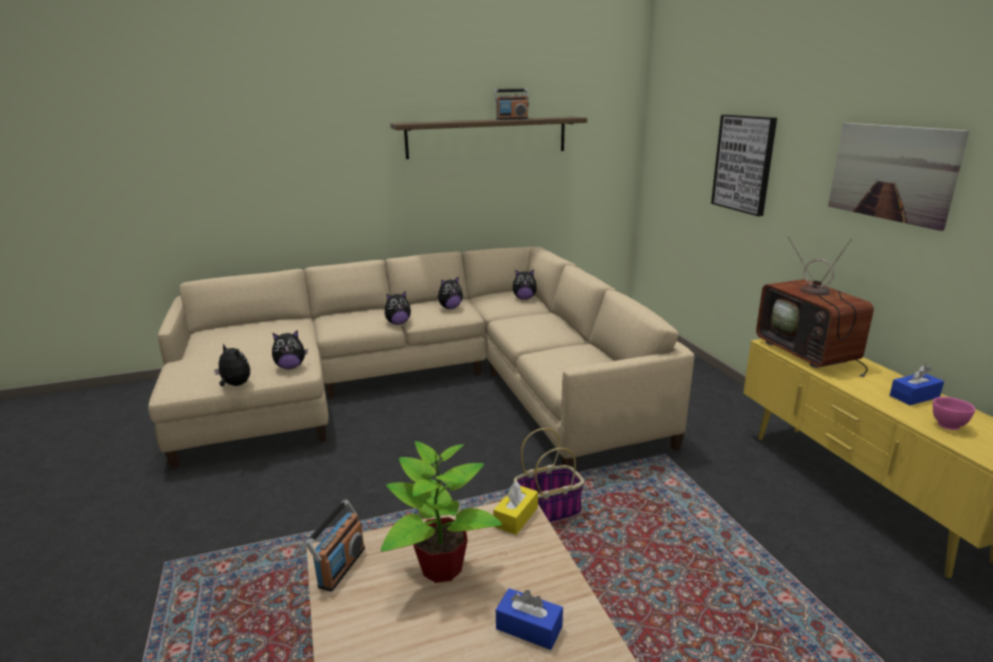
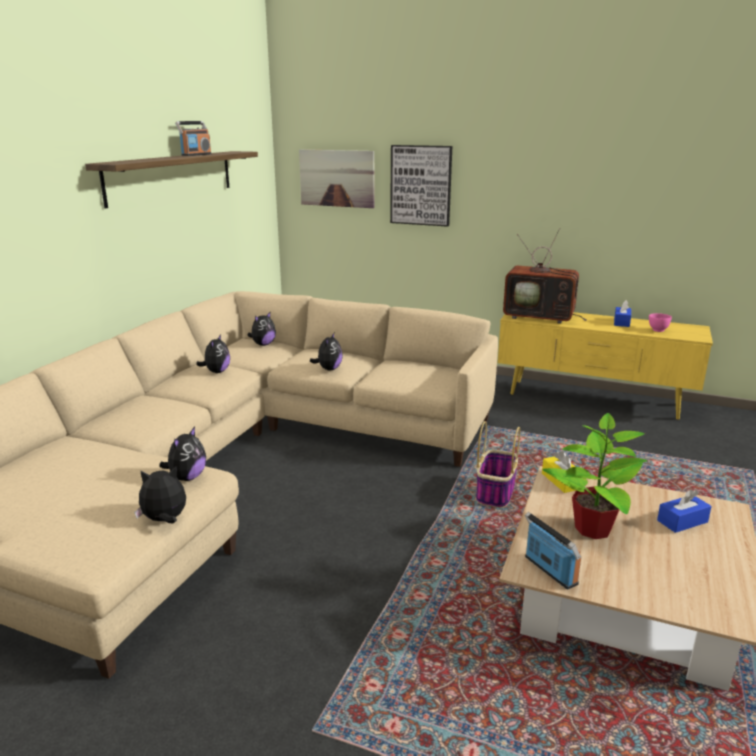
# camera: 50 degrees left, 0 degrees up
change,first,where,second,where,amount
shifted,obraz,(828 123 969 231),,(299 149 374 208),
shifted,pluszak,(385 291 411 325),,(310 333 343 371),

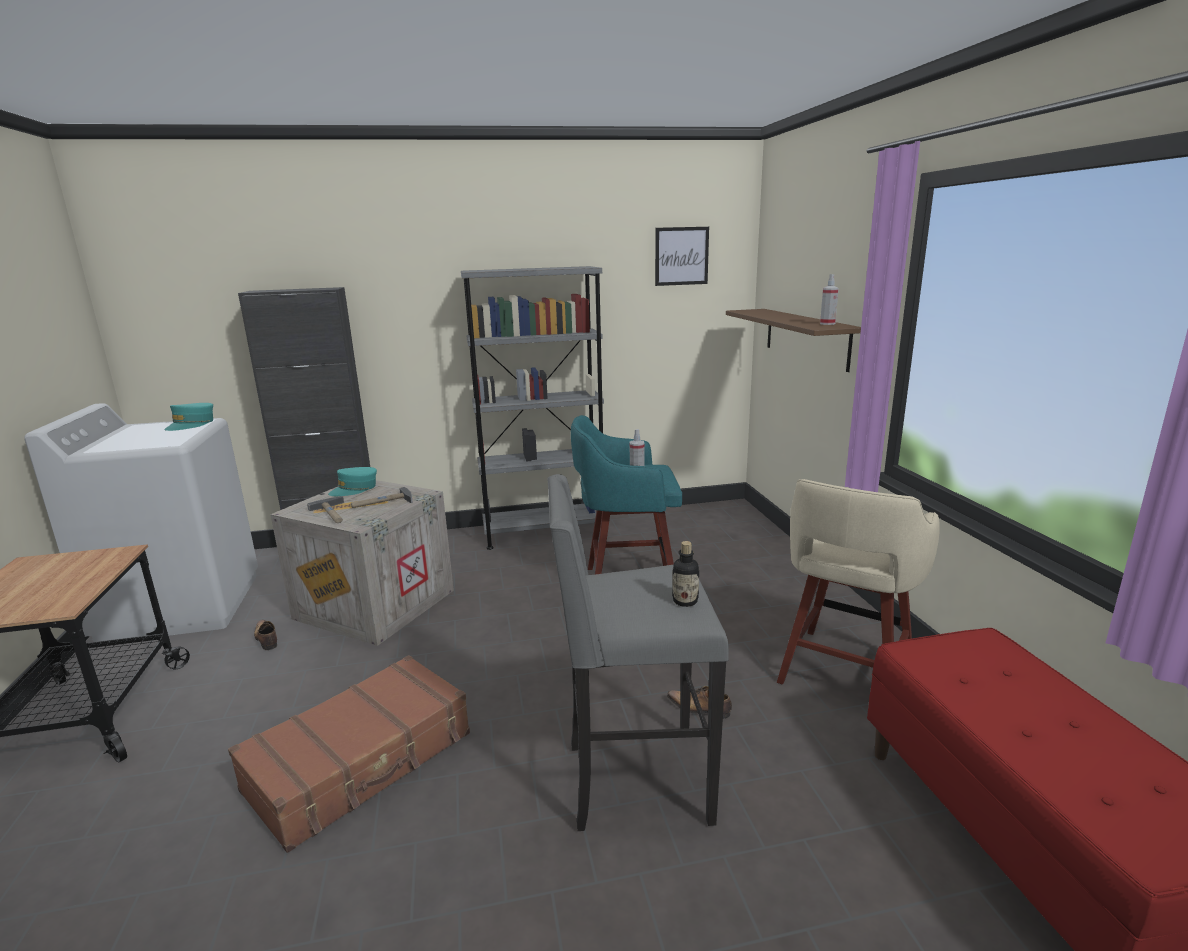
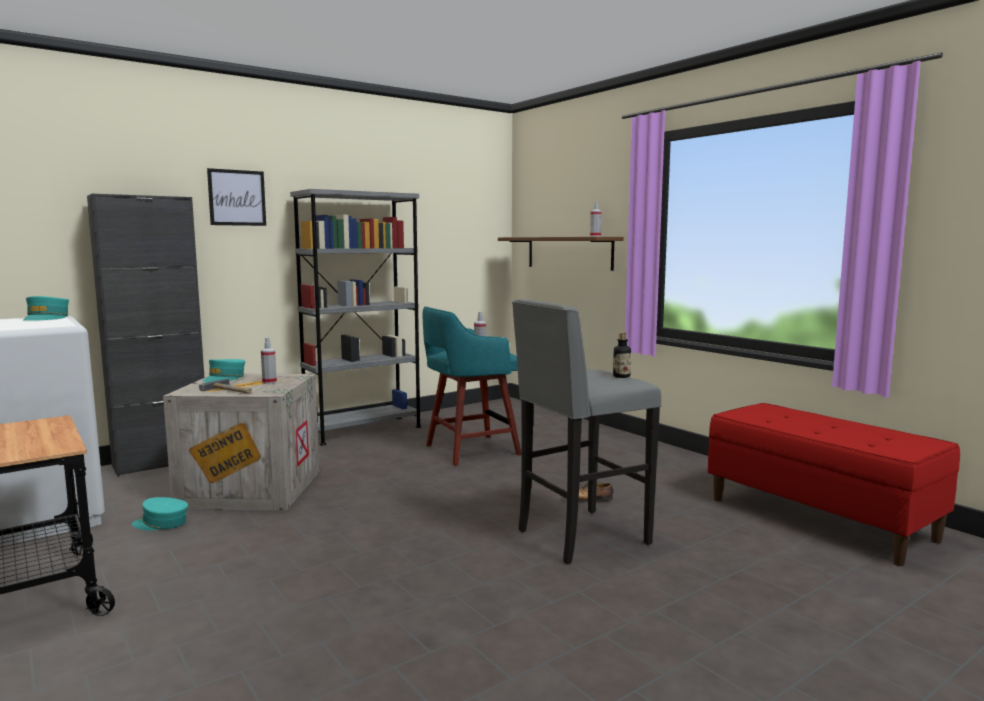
# camera: 25 degrees left, 10 degrees down
change,first,where,second,where,amount
shifted,obraz,(655 227 709 286),,(207 168 266 226),
gone,stołek [beżowy],(777 479 940 684),,,
swapped,młotek,(351 487 413 508),spryskiwacz,(261 337 277 384),
swapped,but,(254 620 277 650),czapka z daszkiem [turkusowy],(132 497 188 530),
gone,walizka [brązowy],(228 655 470 853),,,

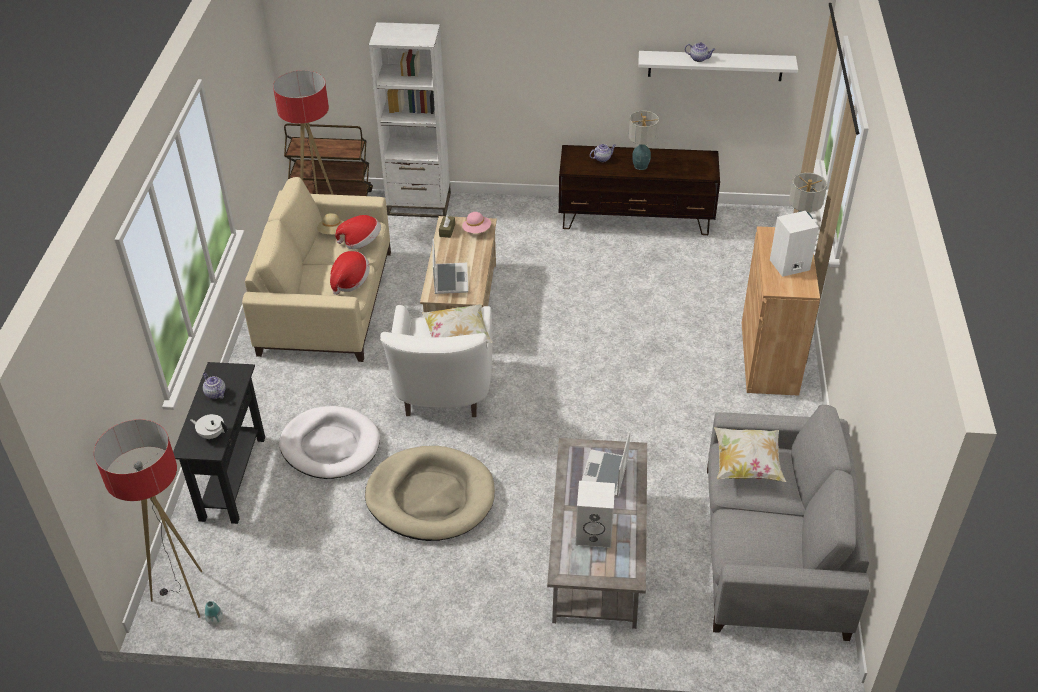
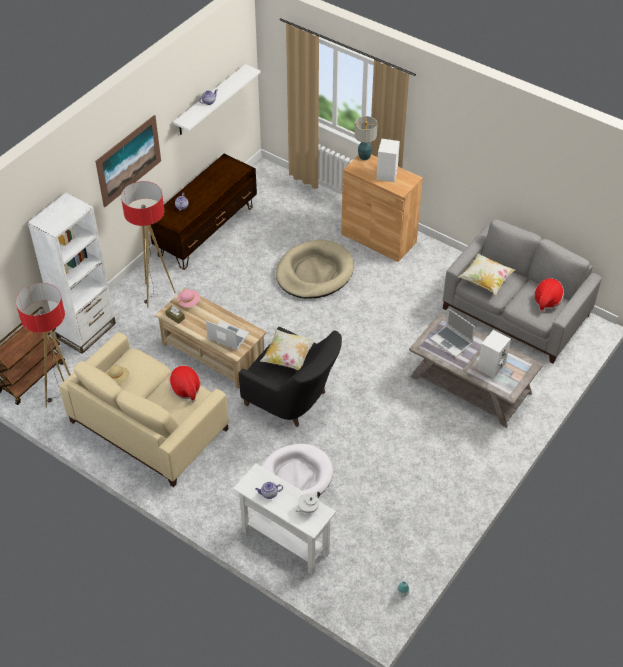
# camera: 60 degrees left, 5 degrees up
change,first,where,second,where,amount
gone,lampa stołowa,(629 111 659 170),,,
shifted,kapelusz,(335 215 381 250),,(534 278 564 312),
repainted,fotel [biały],(380 305 493 417),fotel [czarny],(239 327 342 427),
repainted,stolik konsolowy [czarny],(173 362 265 524),stolik konsolowy [biały],(233 463 336 575),
shifted,lampa stojąca,(94 419 202 618),,(121 181 175 308),
shifted,legowisko [beżowy],(365 446 495 541),,(276 240 354 299),
new,,,obraz,(95 115 161 207),

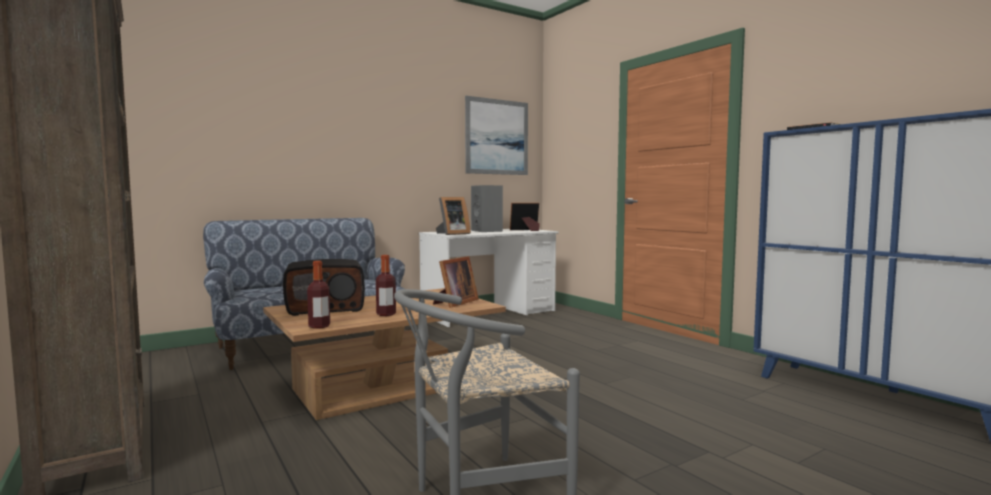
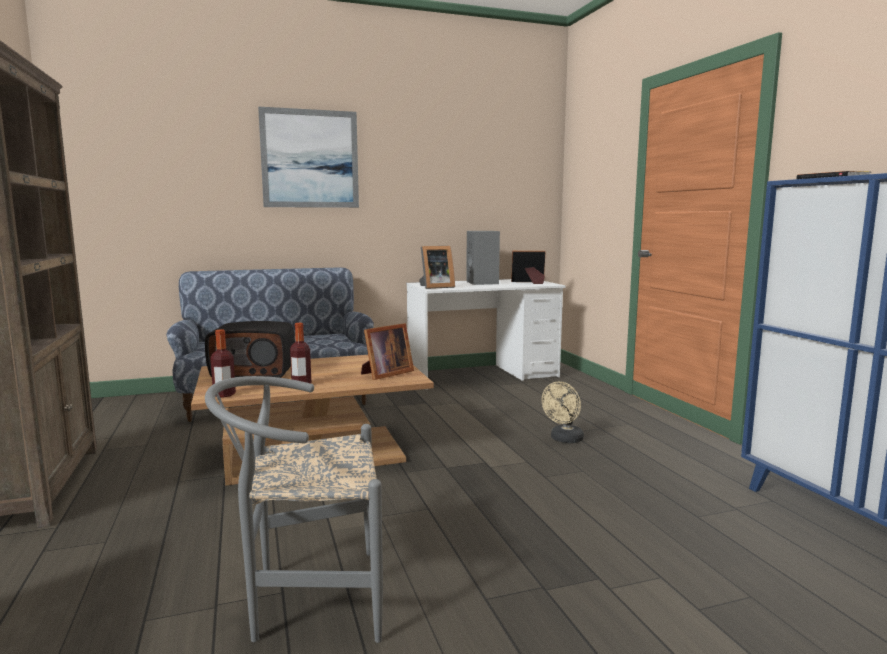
# camera: 15 degrees right, 5 degrees up
change,first,where,second,where,amount
shifted,obraz,(465 96 528 175),,(258 106 359 208),
new,,,wentylator [beżowy],(542 382 584 443),

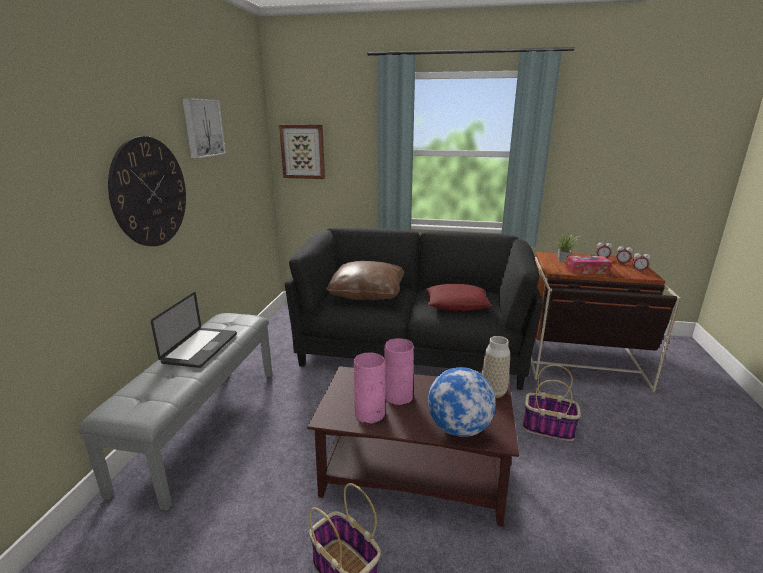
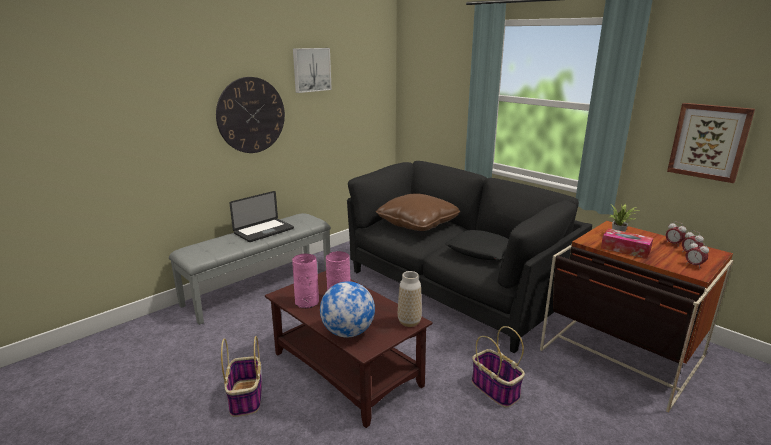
# camera: 35 degrees right, 0 degrees up
change,first,where,second,where,amount
shifted,obraz,(279 125 325 179),,(667 103 755 183),
repainted,poduszka [czerwony],(426 284 492 311),poduszka [czarny],(445 230 509 260),

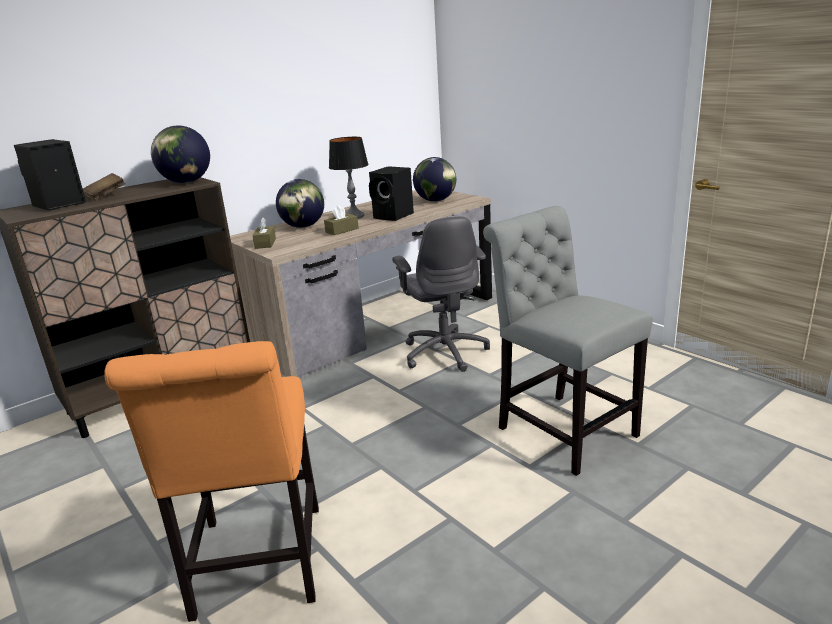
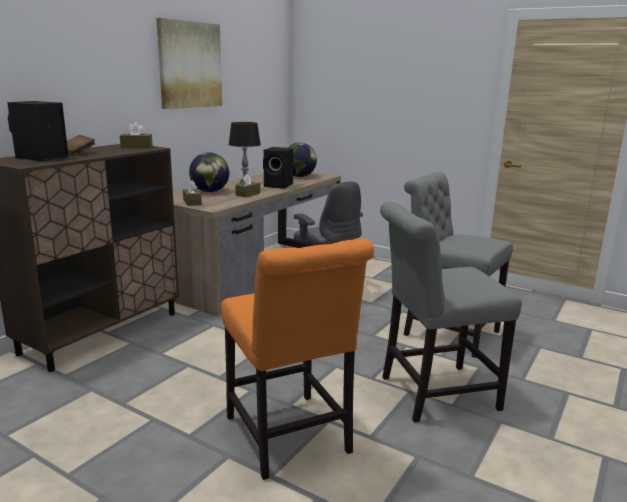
# camera: 20 degrees left, 5 degrees down
change,first,where,second,where,amount
swapped,globus,(151 126 210 183),pudełko chusteczek [brązowy],(120 122 153 148),
new,,,obraz,(156 18 222 109),
new,,,krzesło [szary],(380 201 522 422),

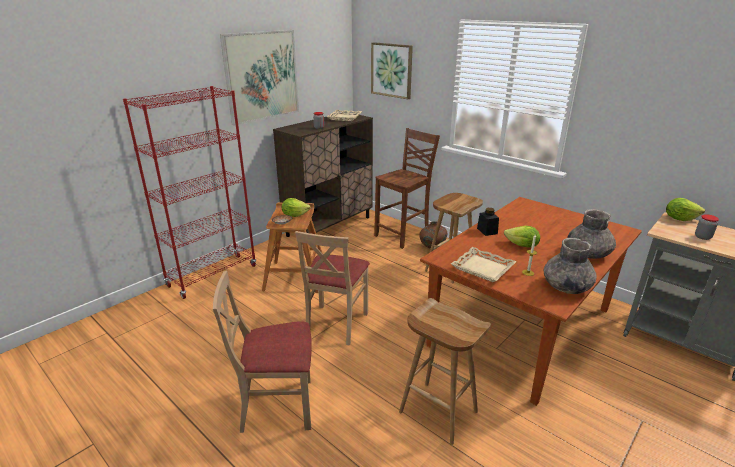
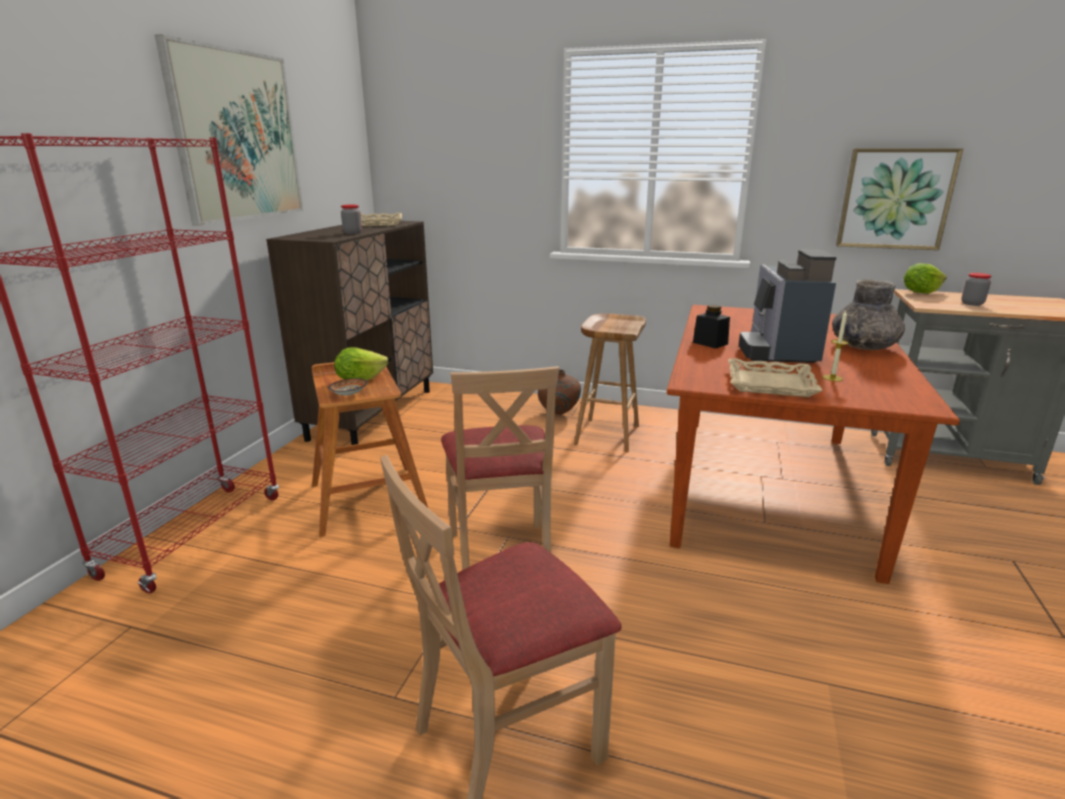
# camera: 25 degrees left, 5 degrees down
change,first,where,second,where,amount
shifted,obraz,(371 42 413 99),,(836 148 963 250),
gone,krzesło [brązowy],(374 128 440 249),,,
swapped,sałata,(504 226 540 248),ekspres do kawy,(739 250 837 363),
gone,wazon [szary],(544 238 597 294),,,
gone,stołek [brązowy],(399 298 491 445),,,

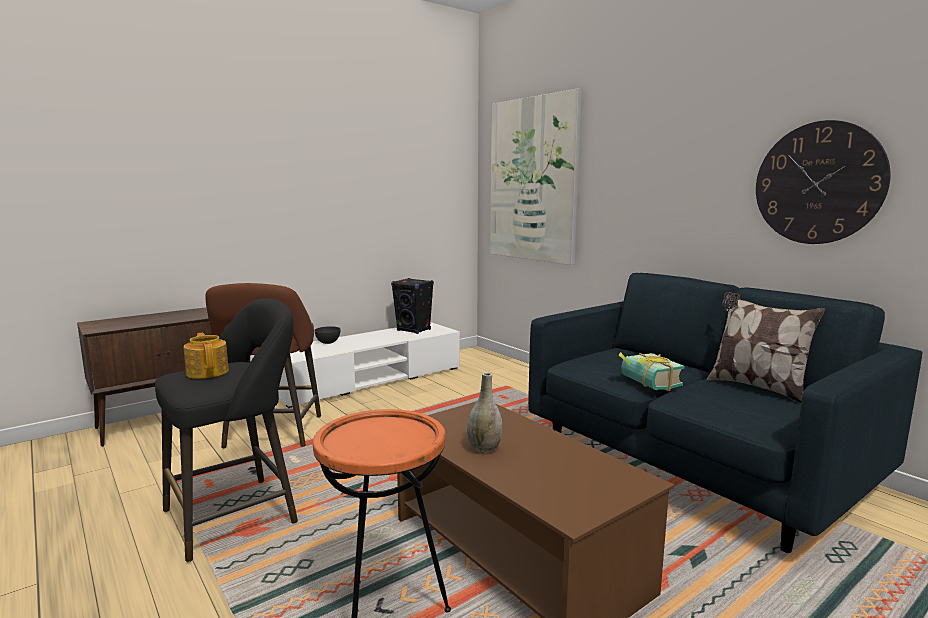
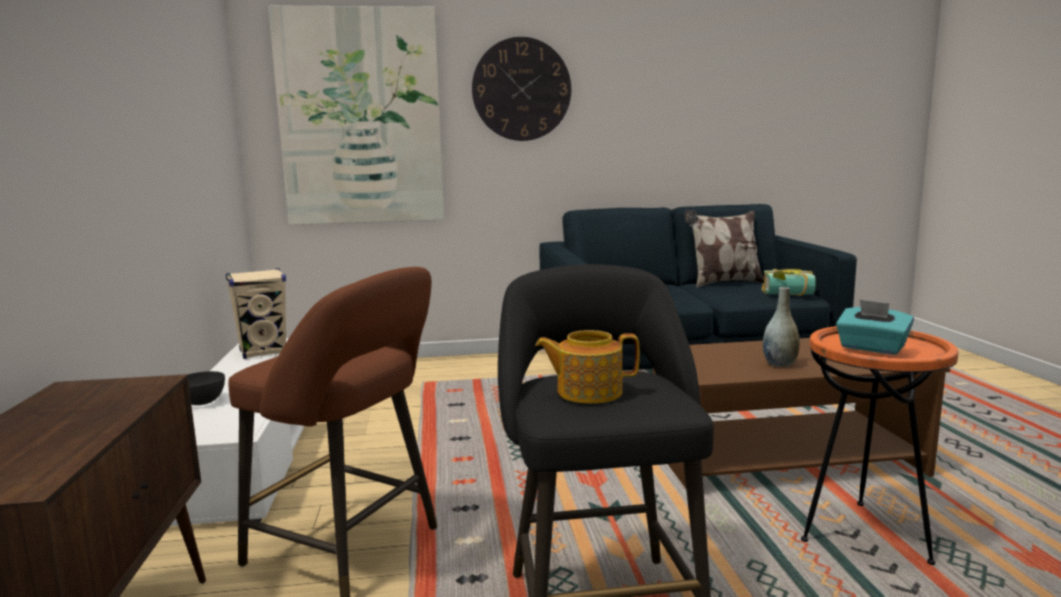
# camera: 60 degrees left, 0 degrees up
change,first,where,second,where,amount
shifted,zegar ścienny,(756 120 891 244),,(472 37 571 141),
repainted,głośnik [czarny],(391 278 434 334),głośnik [beżowy],(226 268 286 359),
shifted,książka,(619 352 684 391),,(762 269 816 296),
new,,,pudełko chusteczek [turkusowy],(836 300 914 355),

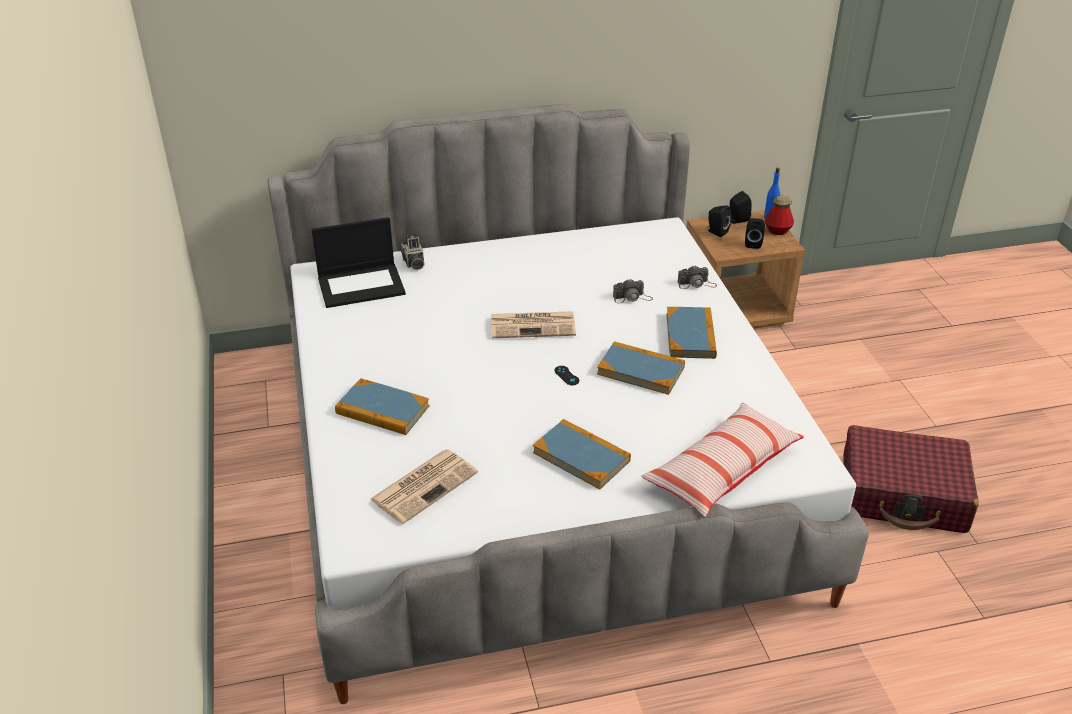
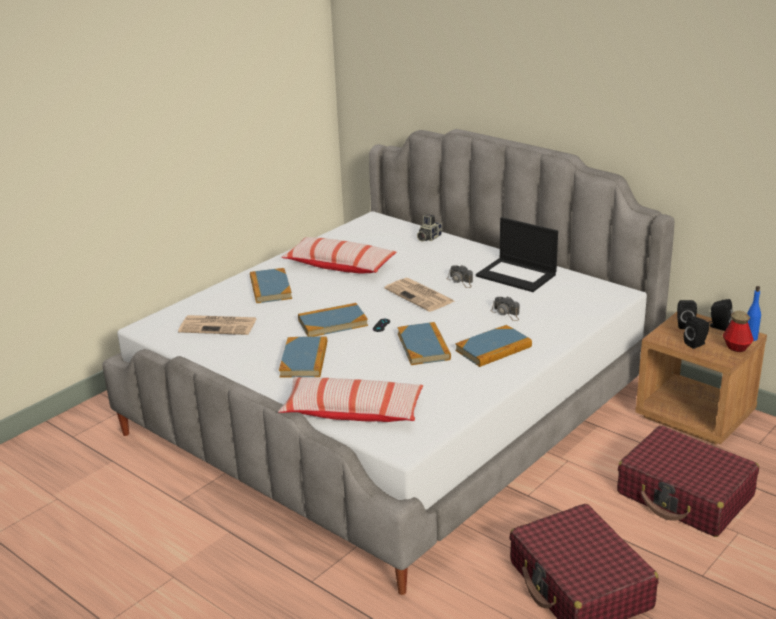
# camera: 55 degrees right, 10 degrees down
change,first,where,second,where,amount
shifted,laptop,(312 217 406 308),,(476 217 558 292),
shifted,aparat fotograficzny,(678 266 717 289),,(447 265 473 288),
new,,,poduszka,(281 237 397 274),
new,,,książka,(298 303 368 337),
new,,,walizka [czerwony],(617 426 759 537),

